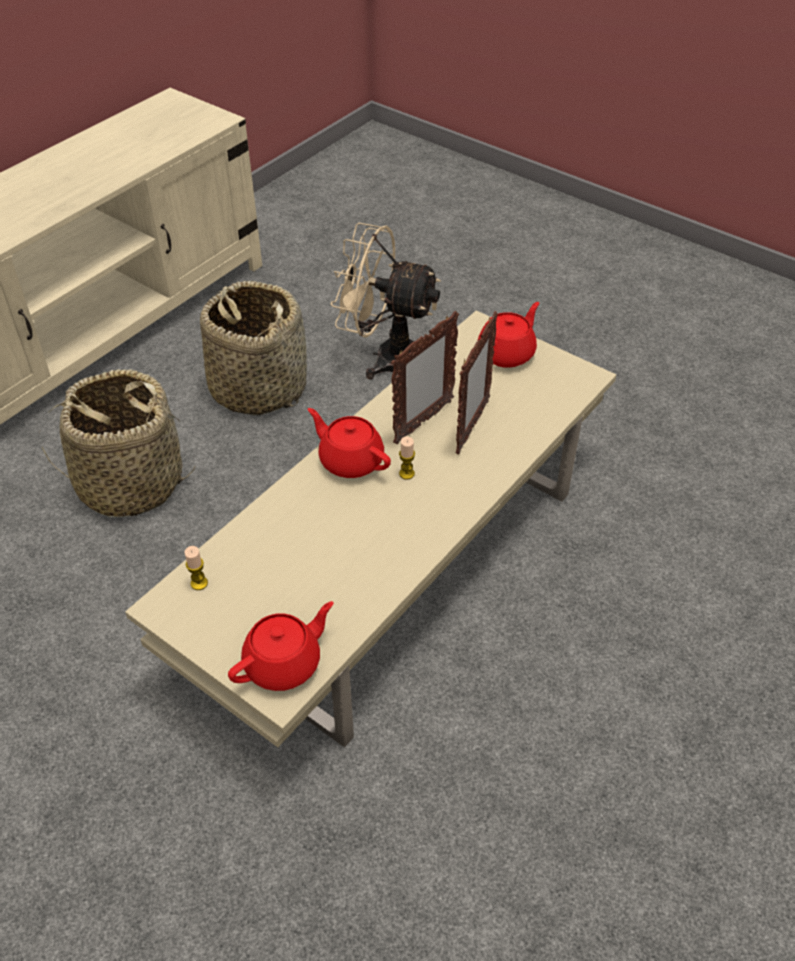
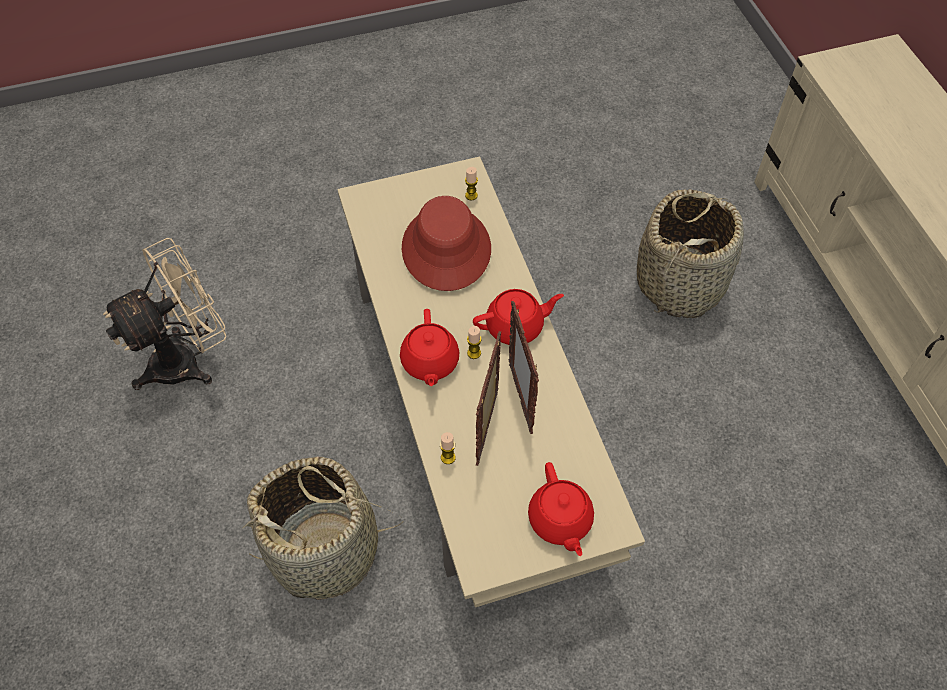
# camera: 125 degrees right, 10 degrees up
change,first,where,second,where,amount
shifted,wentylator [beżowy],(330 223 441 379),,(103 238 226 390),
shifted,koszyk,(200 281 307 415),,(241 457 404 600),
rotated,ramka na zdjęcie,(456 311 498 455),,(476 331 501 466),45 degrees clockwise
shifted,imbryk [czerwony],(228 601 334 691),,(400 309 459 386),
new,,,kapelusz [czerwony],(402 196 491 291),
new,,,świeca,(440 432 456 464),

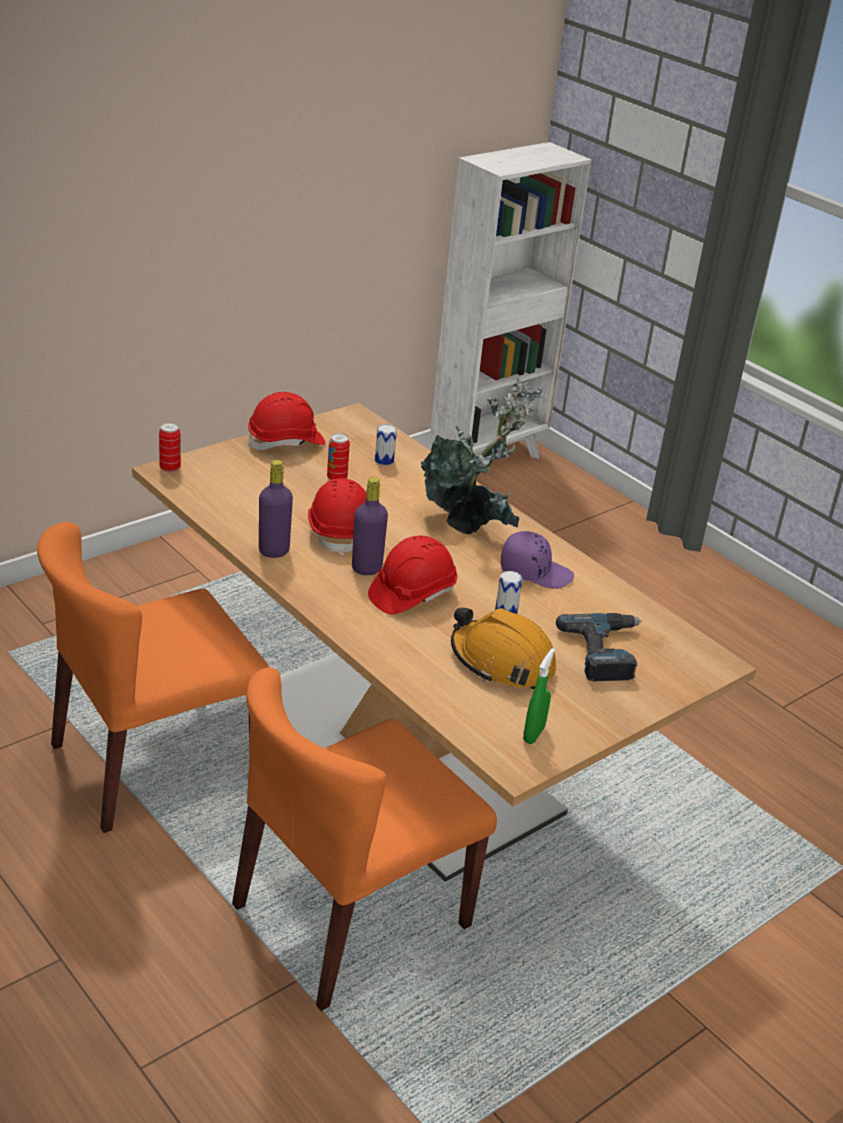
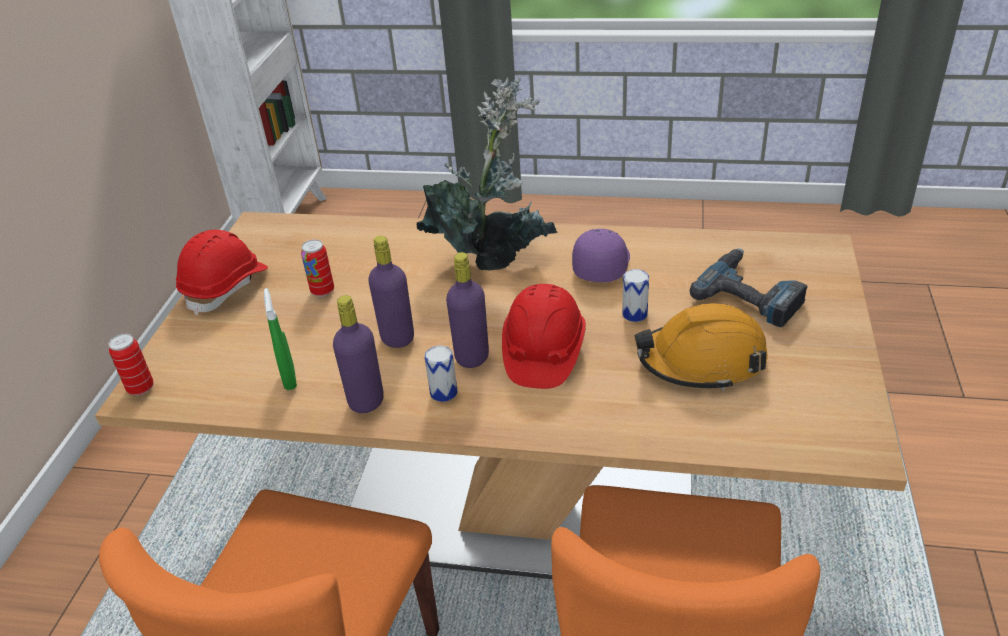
# camera: 35 degrees left, 5 degrees up
change,first,where,second,where,amount
shifted,puszka,(375 424 397 465),,(424 346 457 402),
swapped,kask [czerwony],(308 478 366 556),butelka [fioletowy],(368 236 414 348),
rotated,czapka z daszkiem [fioletowy],(501 531 574 589),,(572 229 630 282),45 degrees counterclockwise
shifted,spryskiwacz [zielony],(523 648 555 744),,(264 288 297 390),

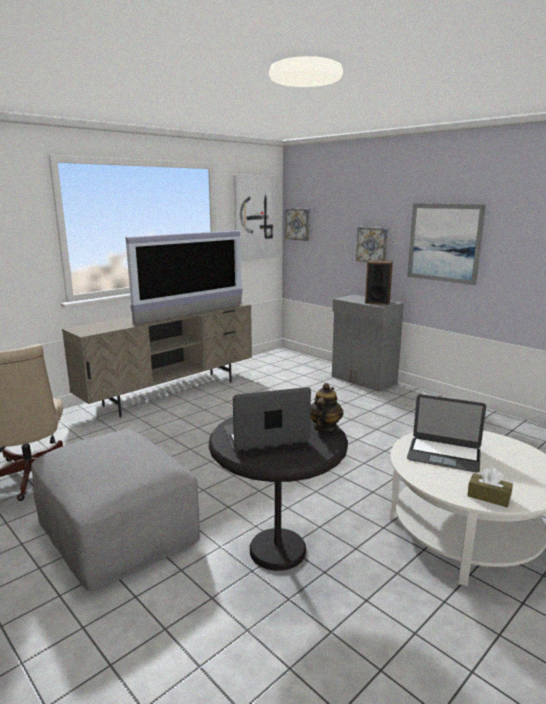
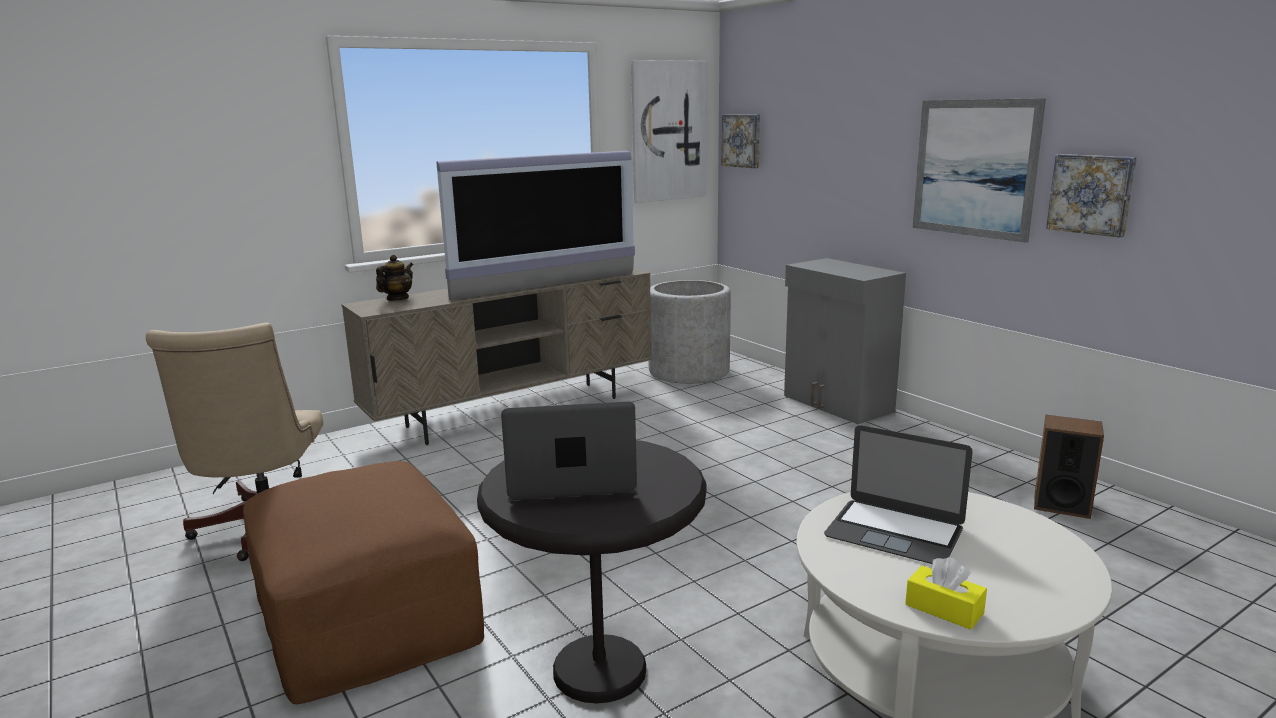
# camera: 10 degrees right, 0 degrees up
change,first,where,second,where,amount
shifted,obraz,(356 227 389 262),,(1046 154 1137 238),
shifted,głośnik,(365 260 393 305),,(1034 415 1104 519),
shifted,imbryk,(310 383 344 432),,(376 255 413 301),
repainted,pufa [szary],(31 429 200 591),pufa [brązowy],(243 461 484 704),
repainted,pudełko chusteczek [brązowy],(467 468 513 507),pudełko chusteczek [żółty],(905 557 987 630),
new,,,donica [szary],(648 280 731 384),

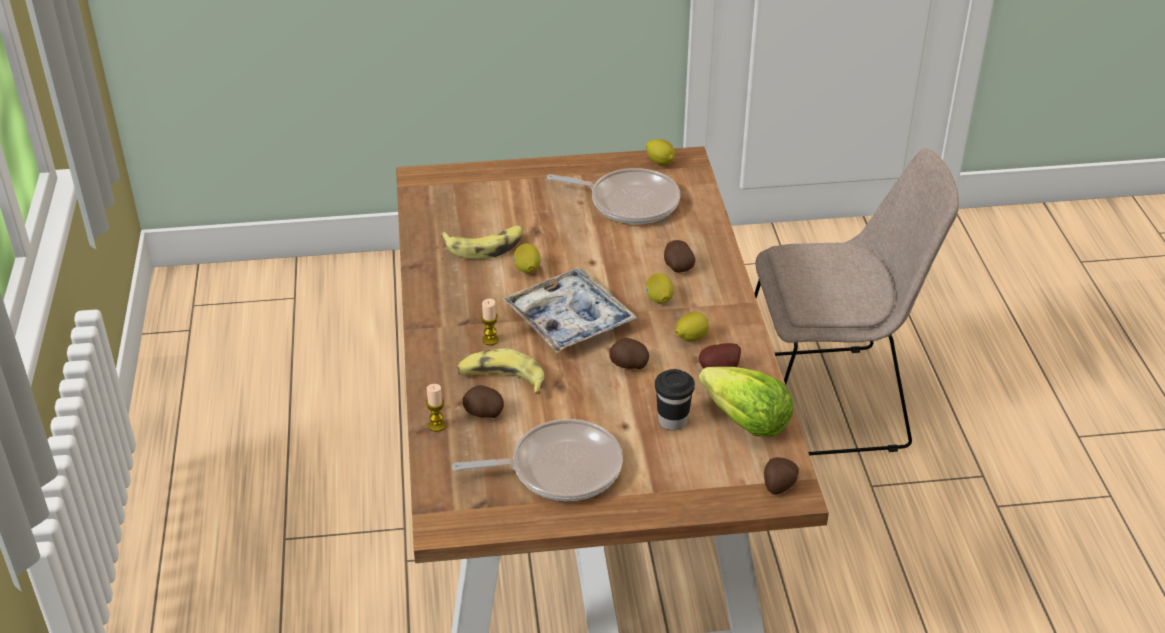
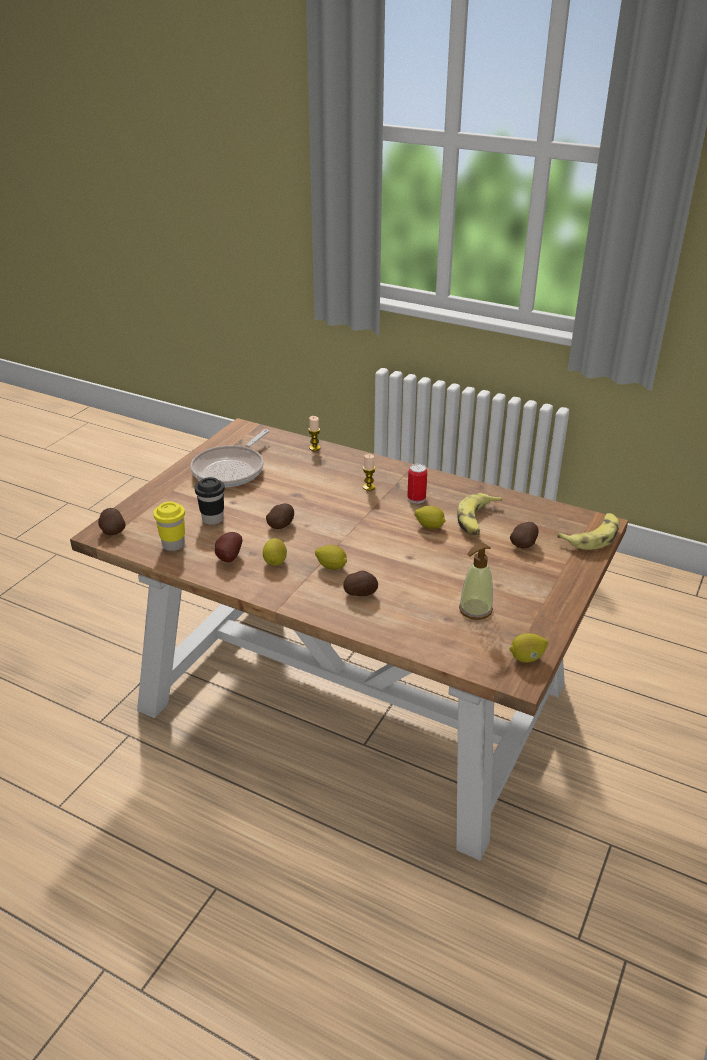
# camera: 125 degrees right, 5 degrees down
change,first,where,second,where,amount
gone,krzesło [beżowy],(754 148 959 455),,,
swapped,patelnia,(547 168 680 224),dozownik mydła,(459 543 493 620),
gone,taca,(502 268 637 353),,,
shifted,banan,(457 348 544 395),,(557 513 619 550),
swapped,sałata,(699 367 793 437),filiżanka [żółty],(153 502 185 551),
shifted,ziemniak,(462 385 504 418),,(510 522 539 549),
new,,,puszka,(407 464 427 504),

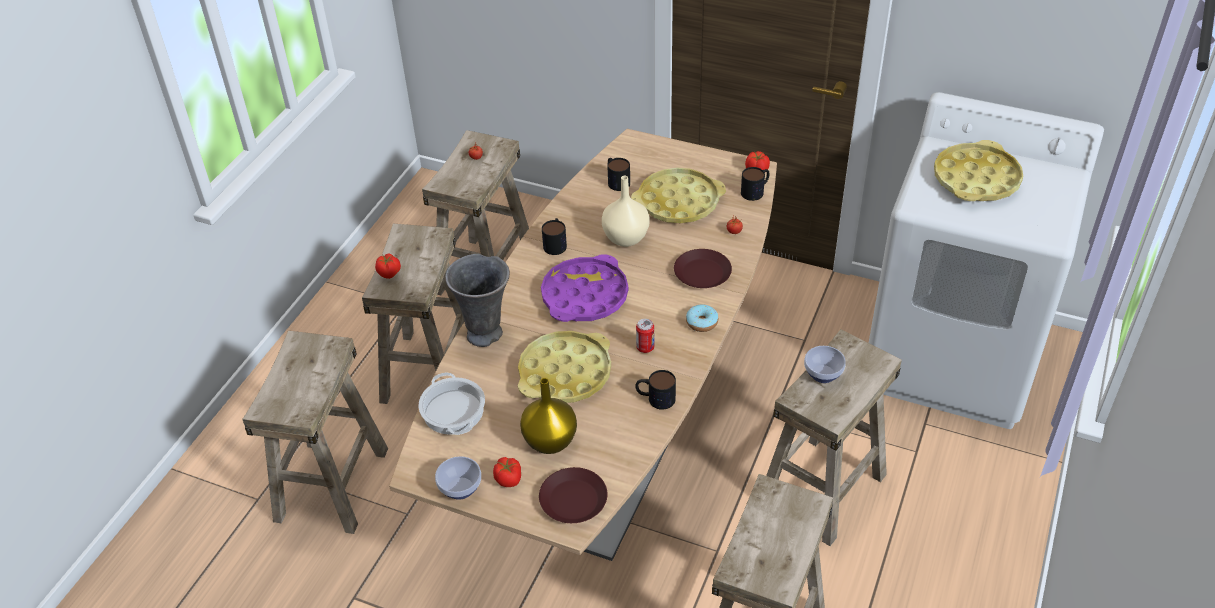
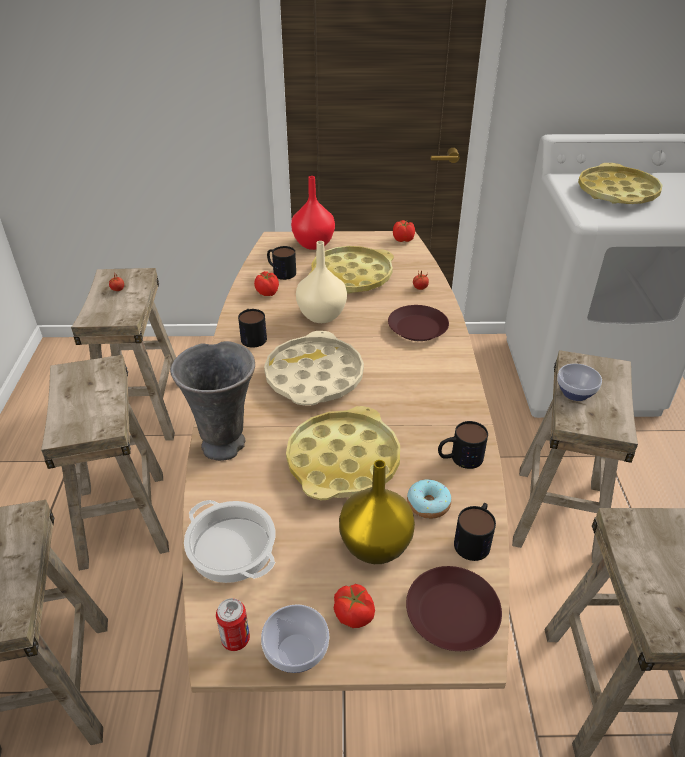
# camera: 25 degrees left, 5 degrees down
change,first,where,second,where,amount
shifted,kubek,(741 167 769 201),,(454 503 496 561),
shifted,pomidor,(375 253 401 279),,(254 271 279 296),
repainted,taca [fioletowy],(541 254 628 322),taca [beżowy],(264 331 364 406),
shifted,donut,(686 304 718 332),,(407 479 451 519),
shifted,puszka,(636 319 654 353),,(216 598 250 651),
new,,,wazon [czerwony],(291 176 335 250),

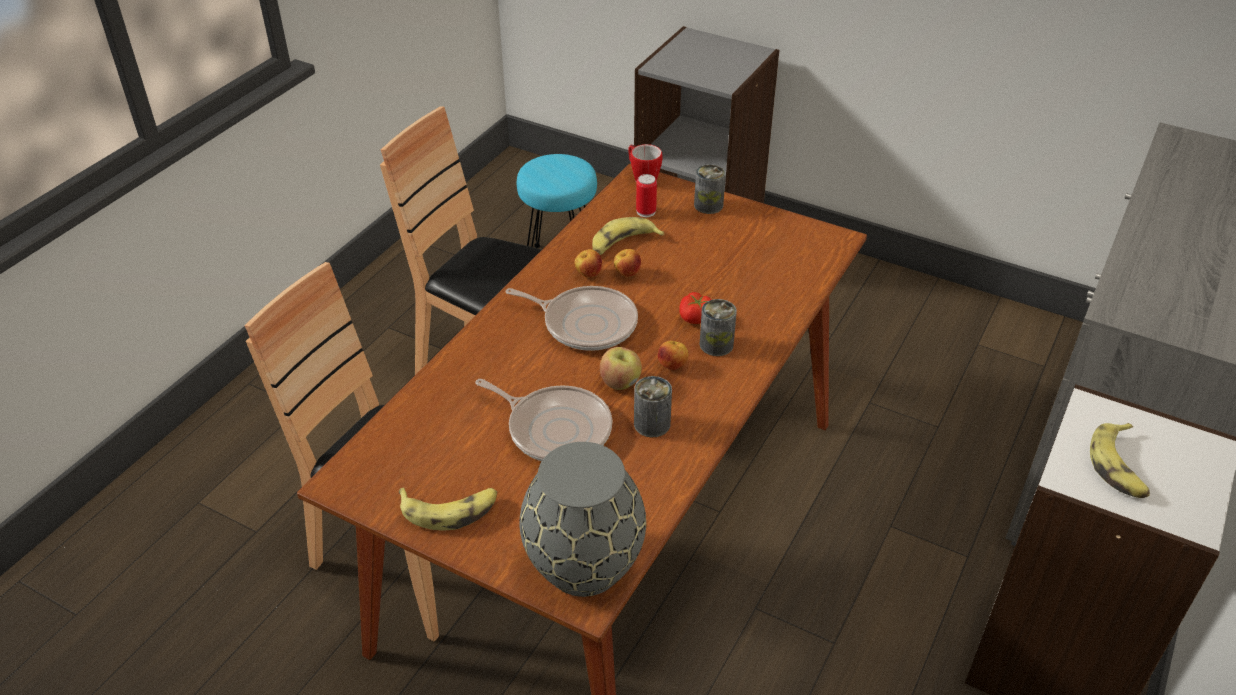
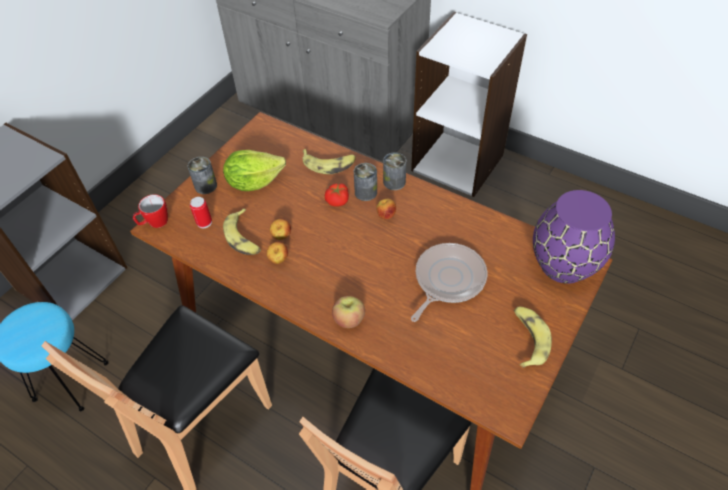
# camera: 85 degrees left, 10 degrees up
change,first,where,second,where,amount
gone,patelnia,(505 286 638 351),,,
shifted,jabłko,(600 347 642 390),,(332 296 365 328),
shifted,puszka,(634 376 672 437),,(383 152 406 190),
shifted,banan,(1090 423 1150 498),,(303 149 356 174),
repainted,wazon [szary],(520 442 646 597),wazon [fioletowy],(533 190 615 284),
new,,,sałata,(223 150 286 191),

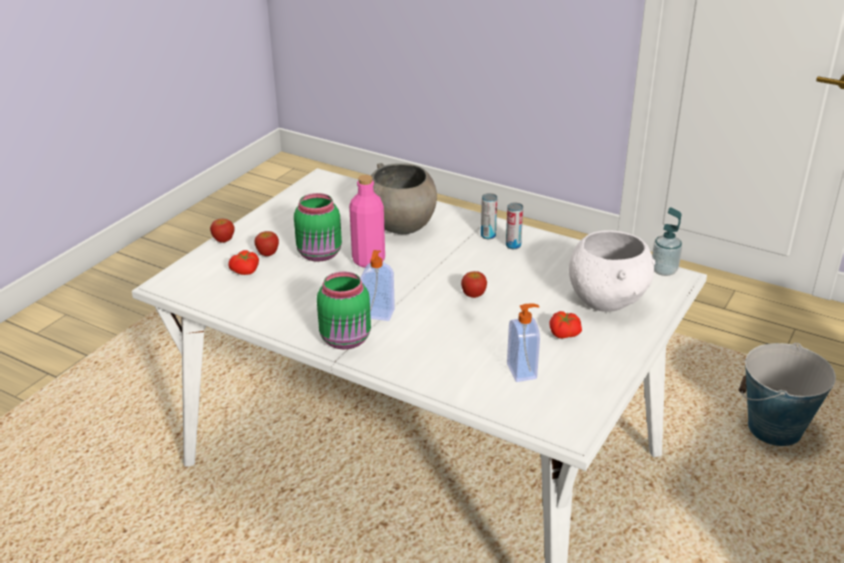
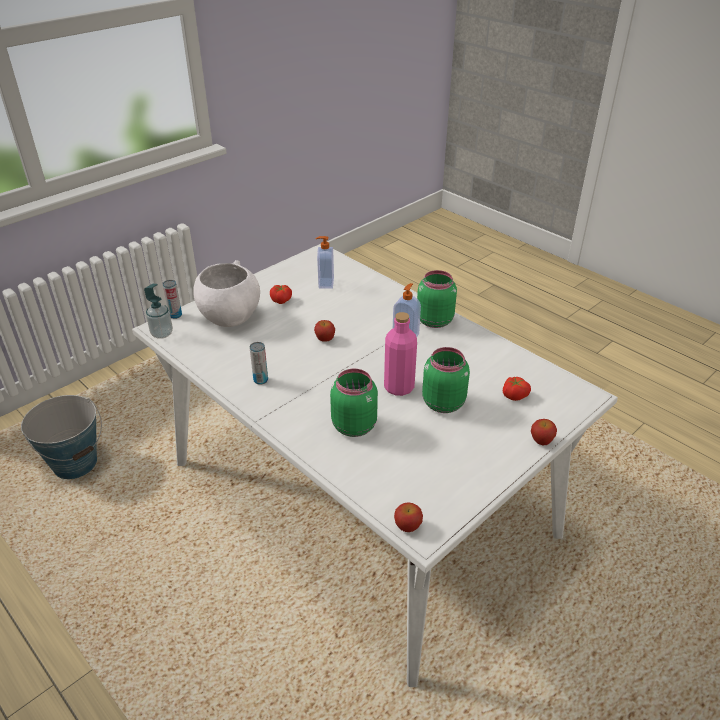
# camera: 165 degrees left, 5 degrees up
change,first,where,second,where,amount
swapped,miska [szary],(371 163 437 234),słoik [zielony],(330 369 378 437),
shifted,puszka,(481 193 497 239),,(163 280 182 319),
shifted,jabłko,(255 231 279 256),,(394 502 423 532),

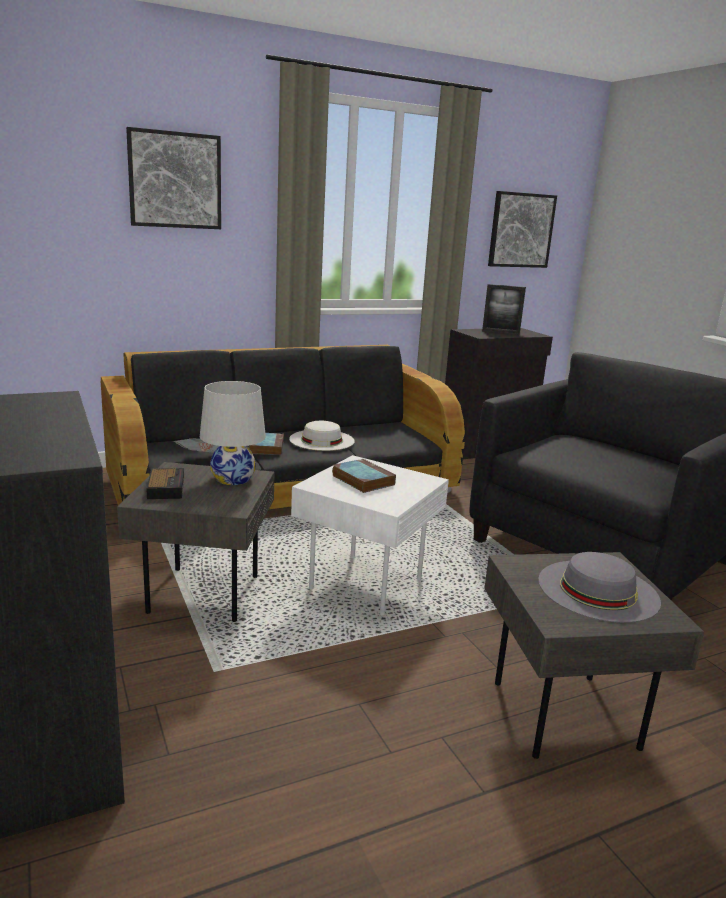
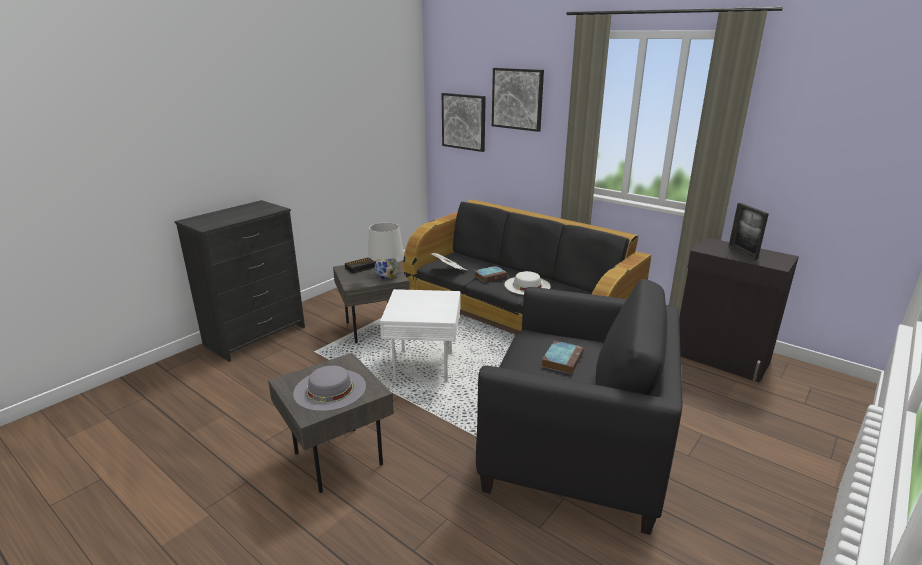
# camera: 65 degrees right, 5 degrees up
change,first,where,second,where,amount
shifted,obraz,(488 191 557 268),,(442 93 486 152),
shifted,książka,(332 459 396 493),,(542 340 584 374),

